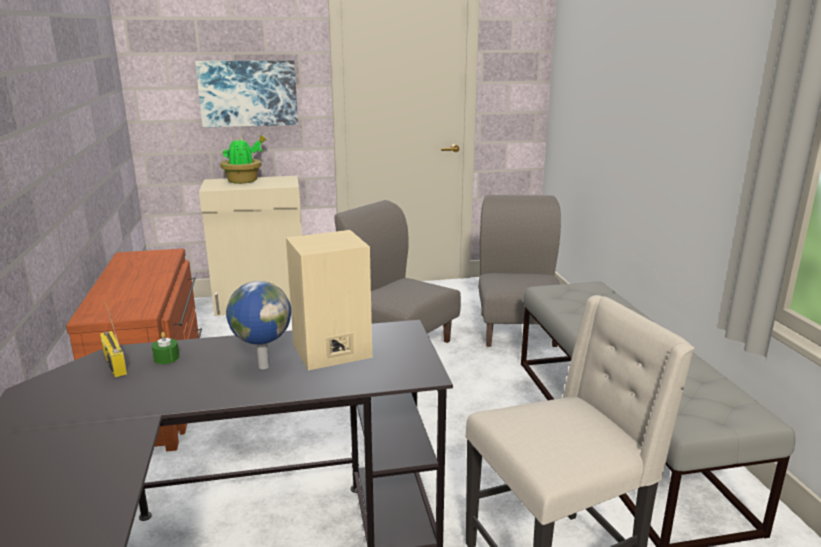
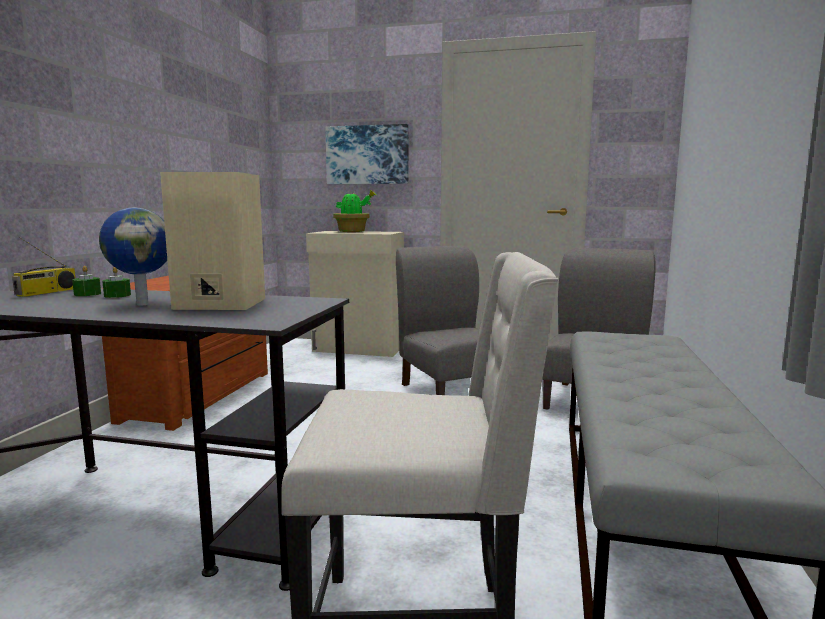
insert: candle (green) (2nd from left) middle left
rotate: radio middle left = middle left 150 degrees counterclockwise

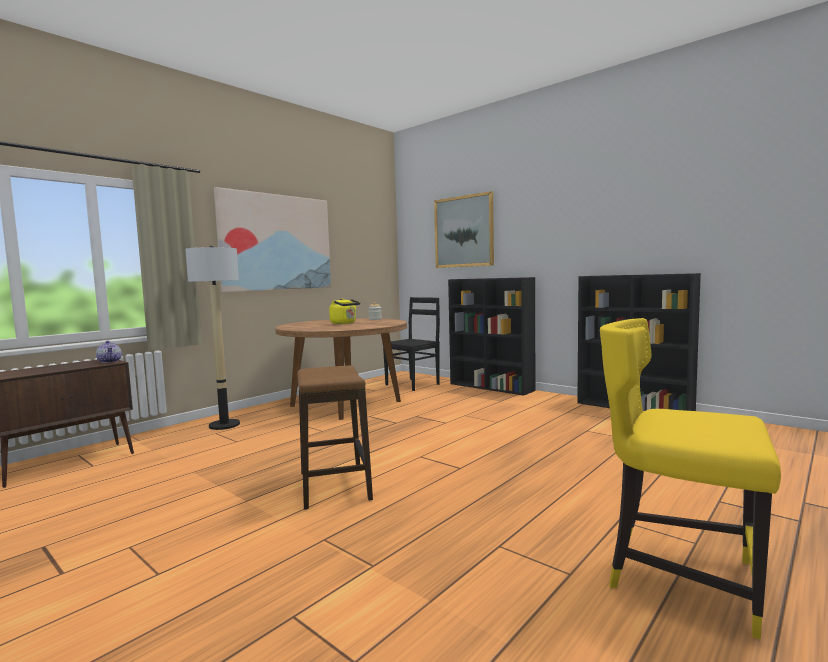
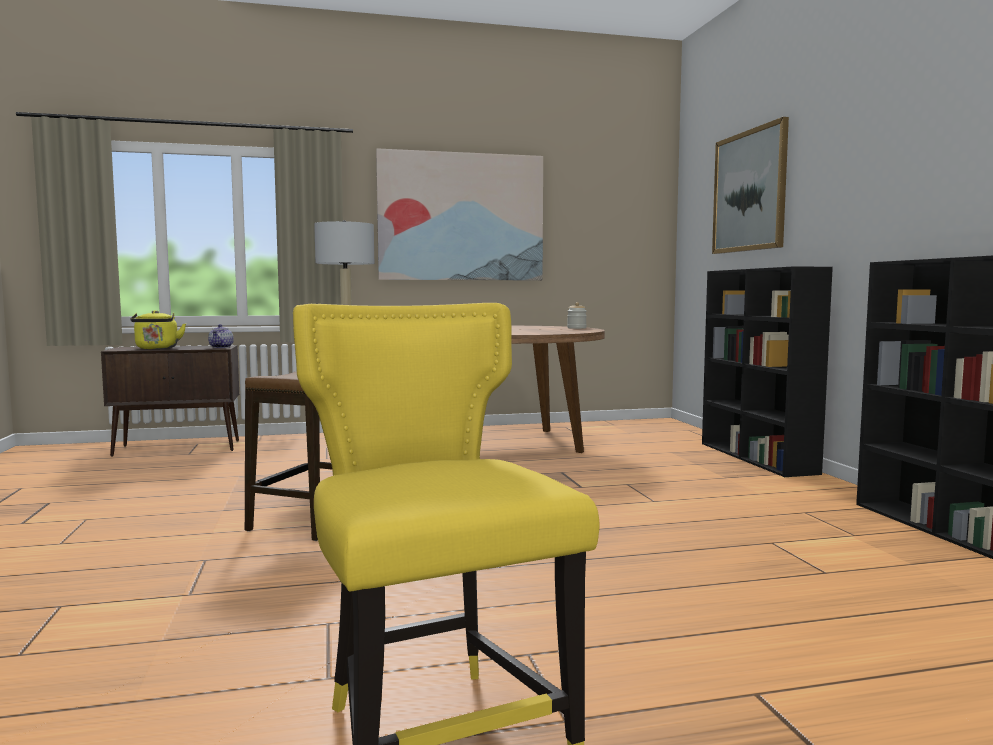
delete: chair (black) centre
move: kettle (yellow) centre to middle left

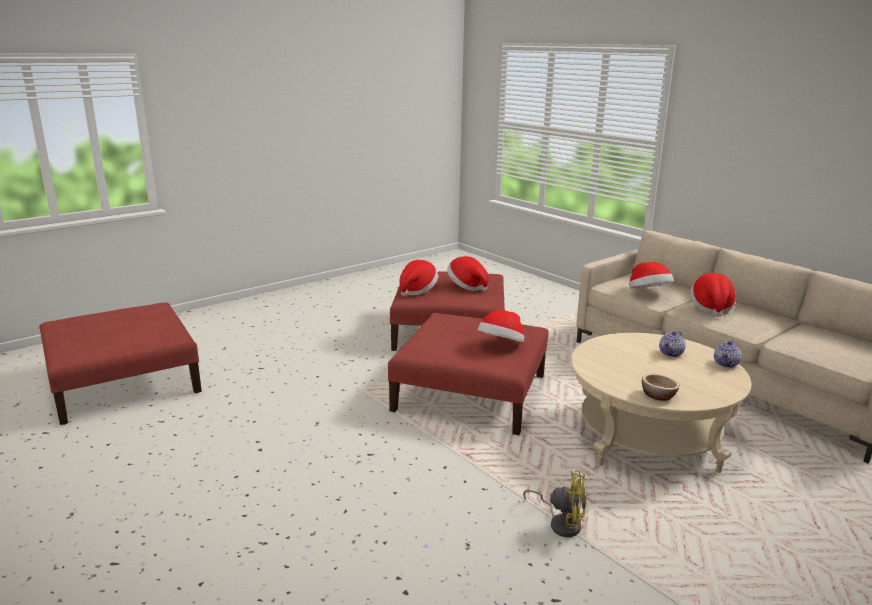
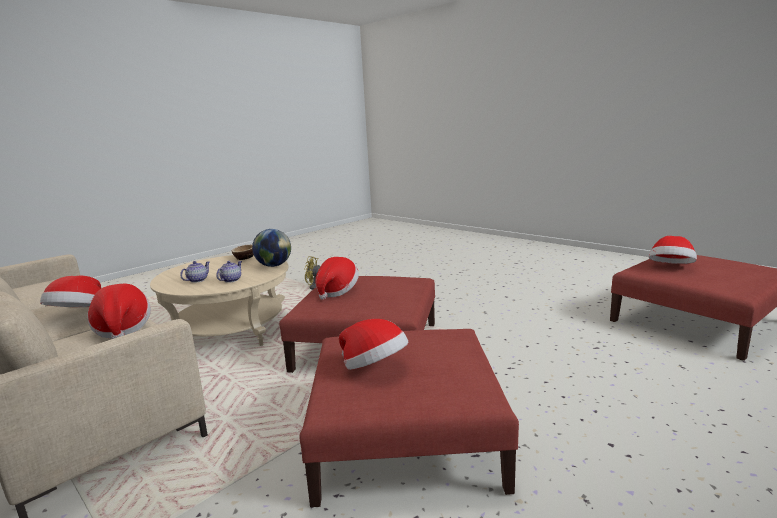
insert: globe centre
move: hat (1st from left in the first image) centre to hat (5th from left) middle right; teapot (2nd from left) middle right to middle left

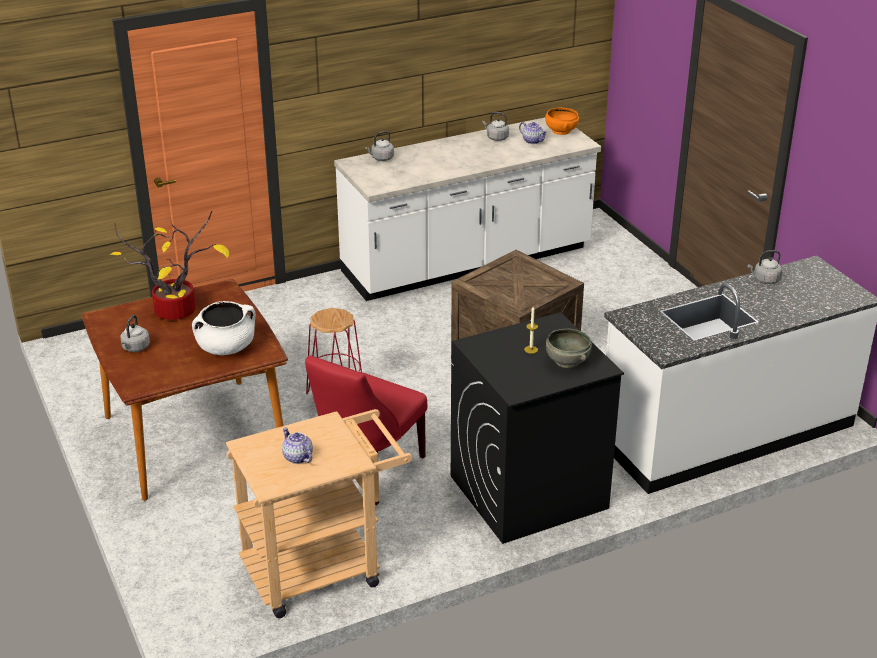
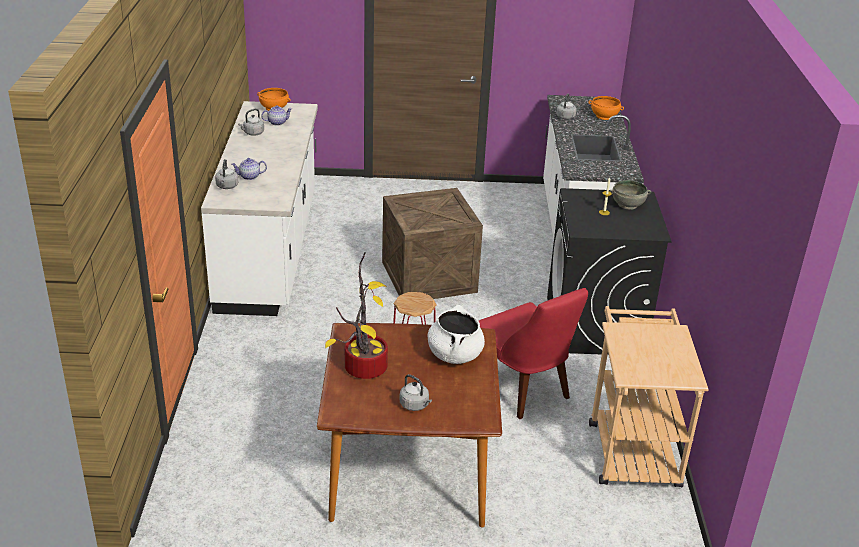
insert: bowl (orange) (2nd from left) top right
move: teapot (1st from left) bottom centre to top left

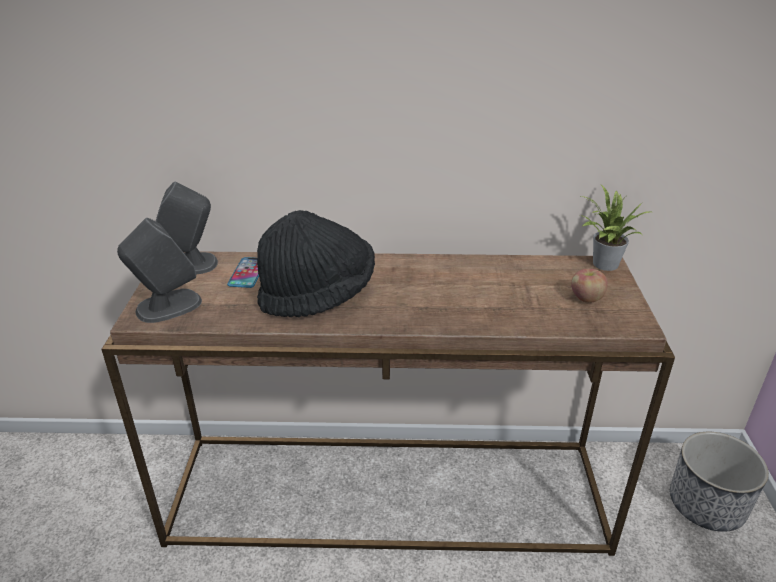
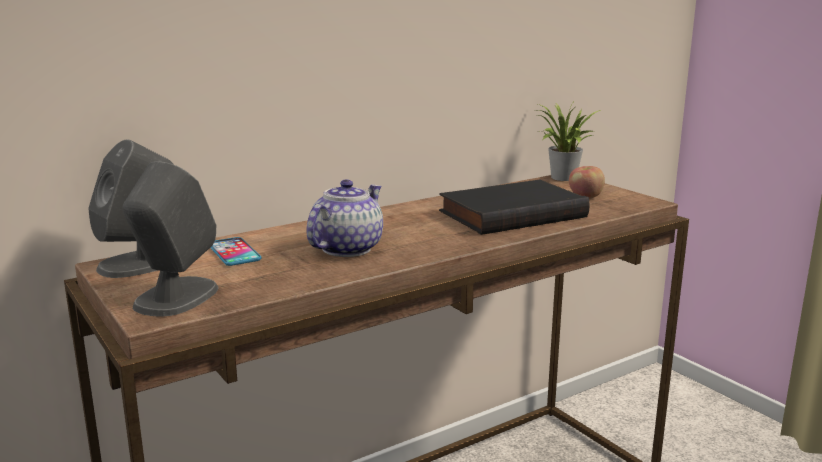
delete: planter bottom right
insert: book (black) centre
replace: hat (black) centre to teapot centre

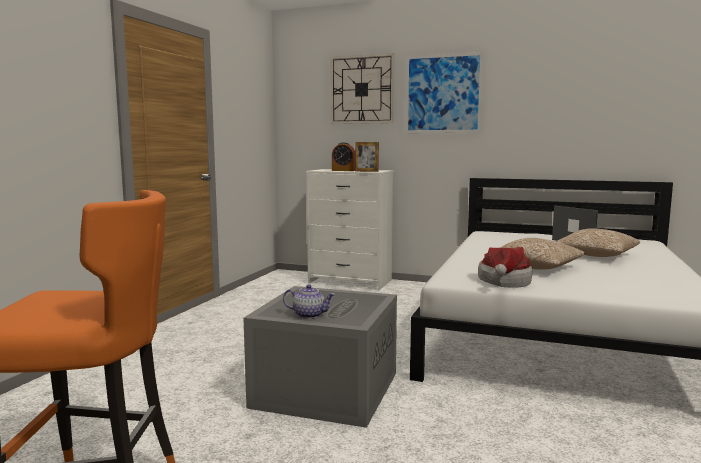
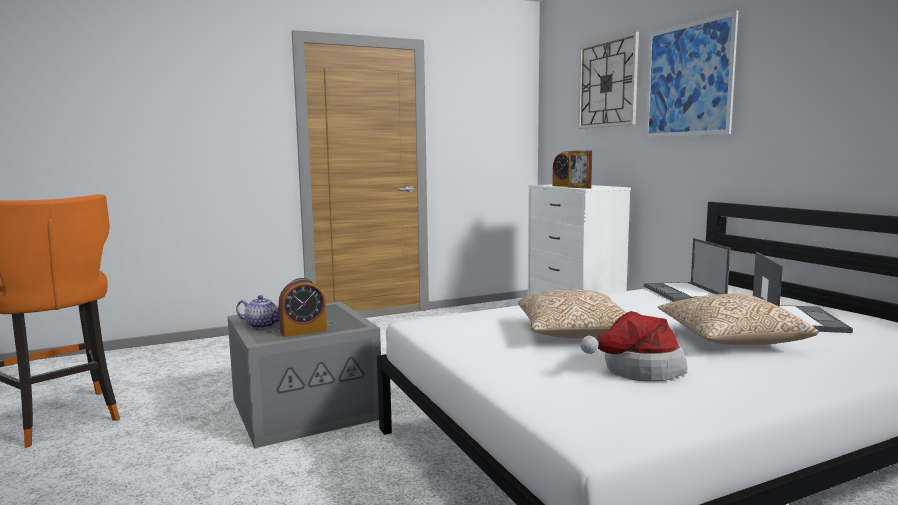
insert: alarm clock (1st from left) centre; laptop (1st from left) middle right
move: hat middle right to bottom right
rotate: teapot centre = middle left 45 degrees counterclockwise

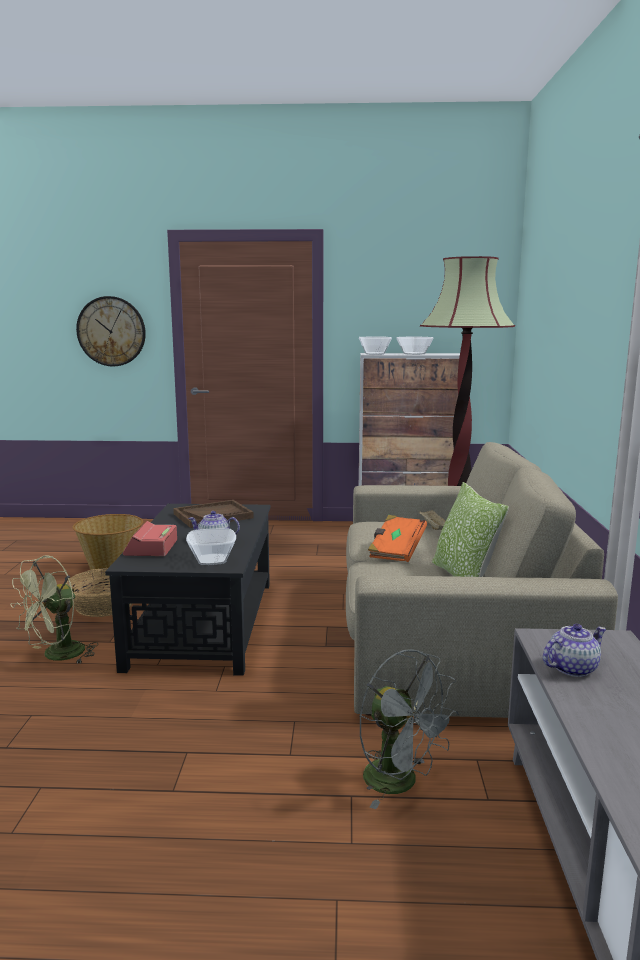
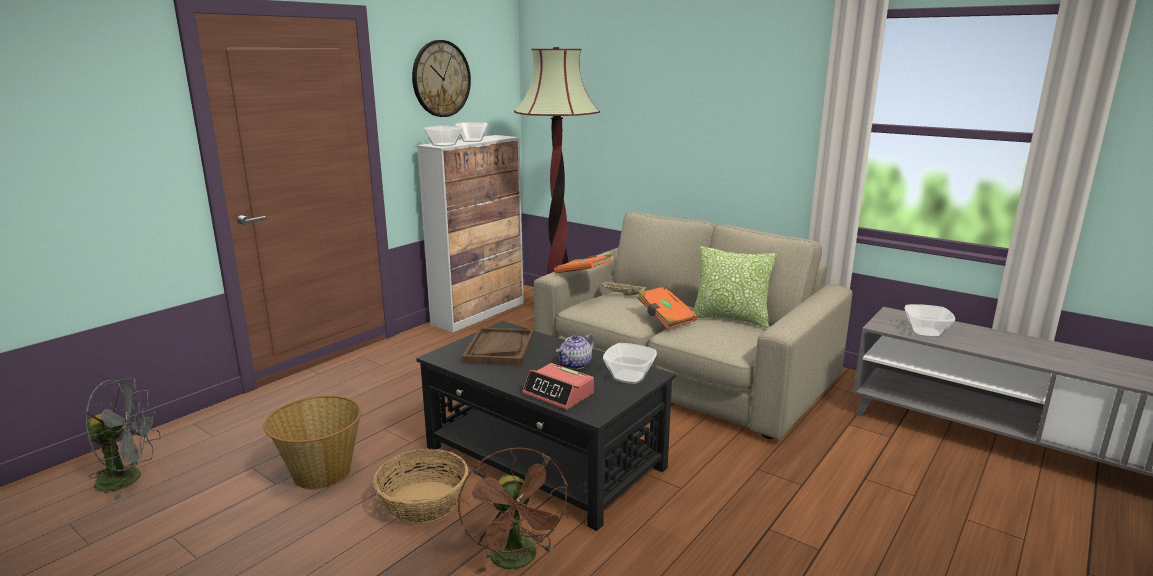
insert: book (orange) (1st from left) centre
move: wall clock middle left to top centre; fan (grey) bottom centre to bottom left
replace: teapot (2nd from left) bottom right to bowl (4th from left) middle right
recolor: fan (green) middle left to fan (brown) bottom centre

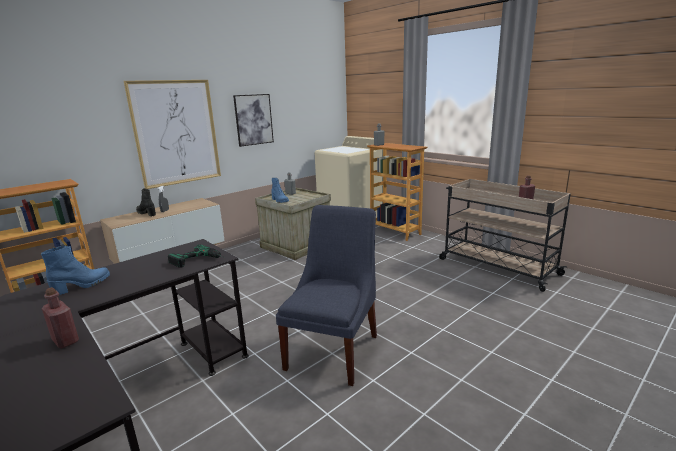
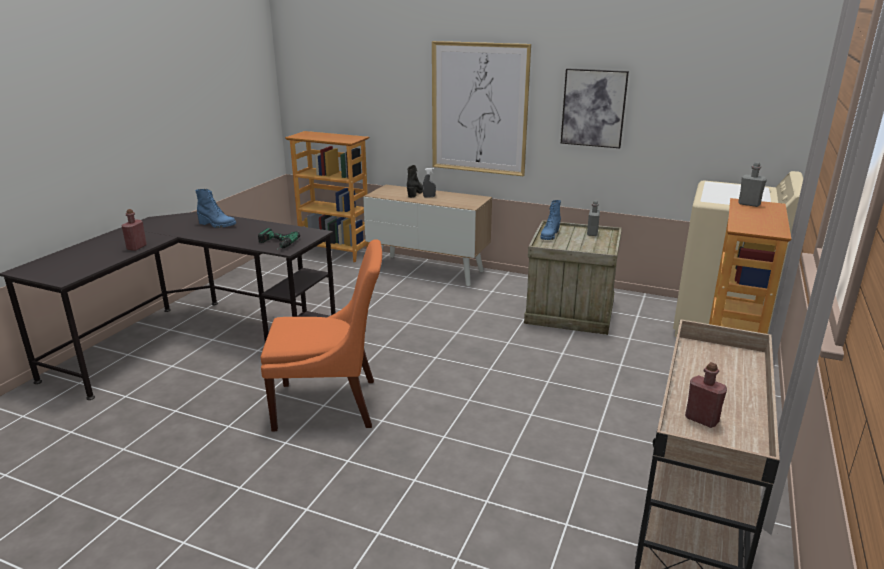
recolor: chair (blue) centre to chair (orange) centre

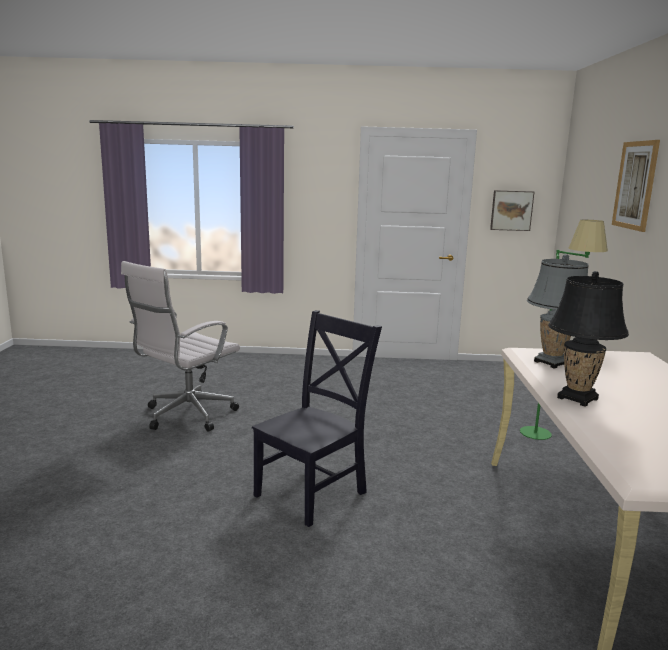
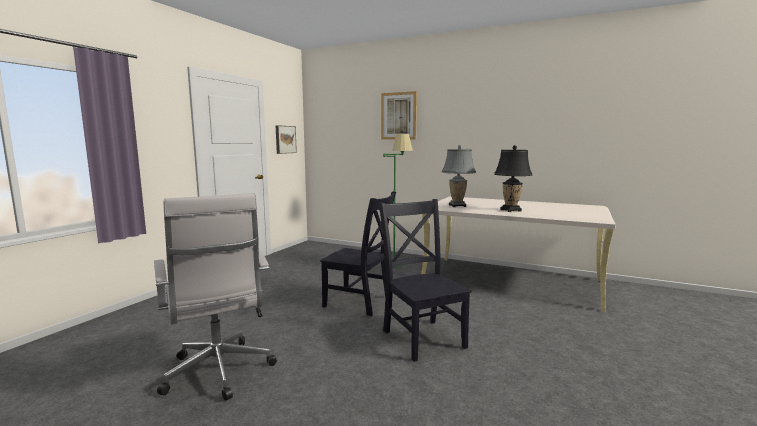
insert: chair (black) (1st from left) centre

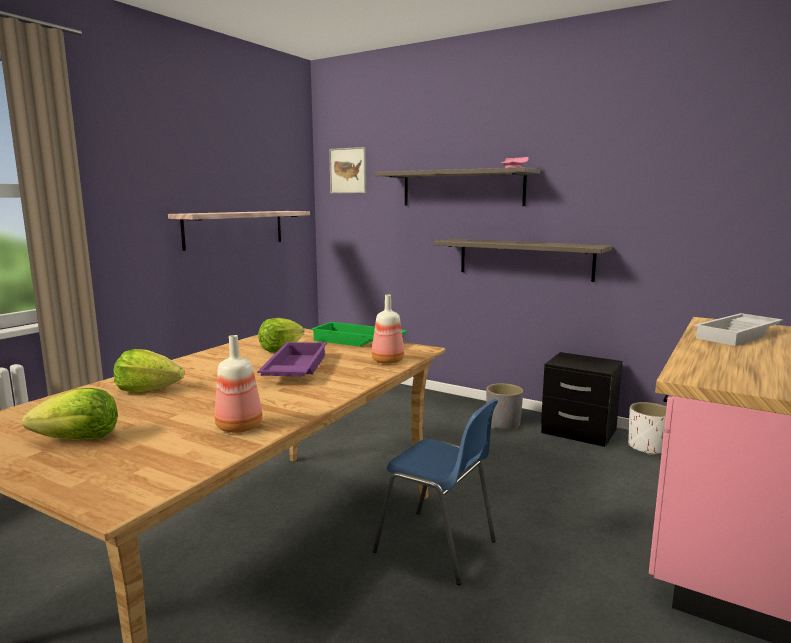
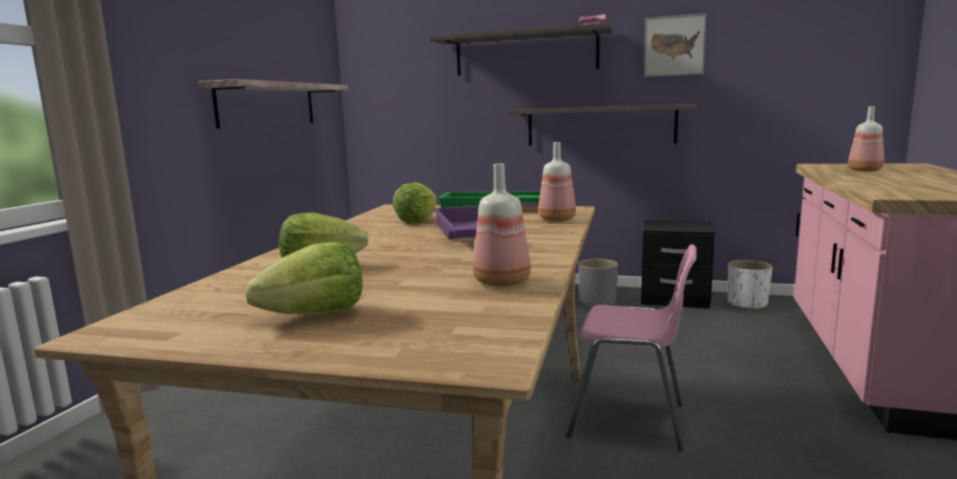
move: picture top centre to top right
replace: tray (white) middle right to bottle (3rd from left) top right
recolor: chair (blue) bottom centre to chair (pink) bottom centre

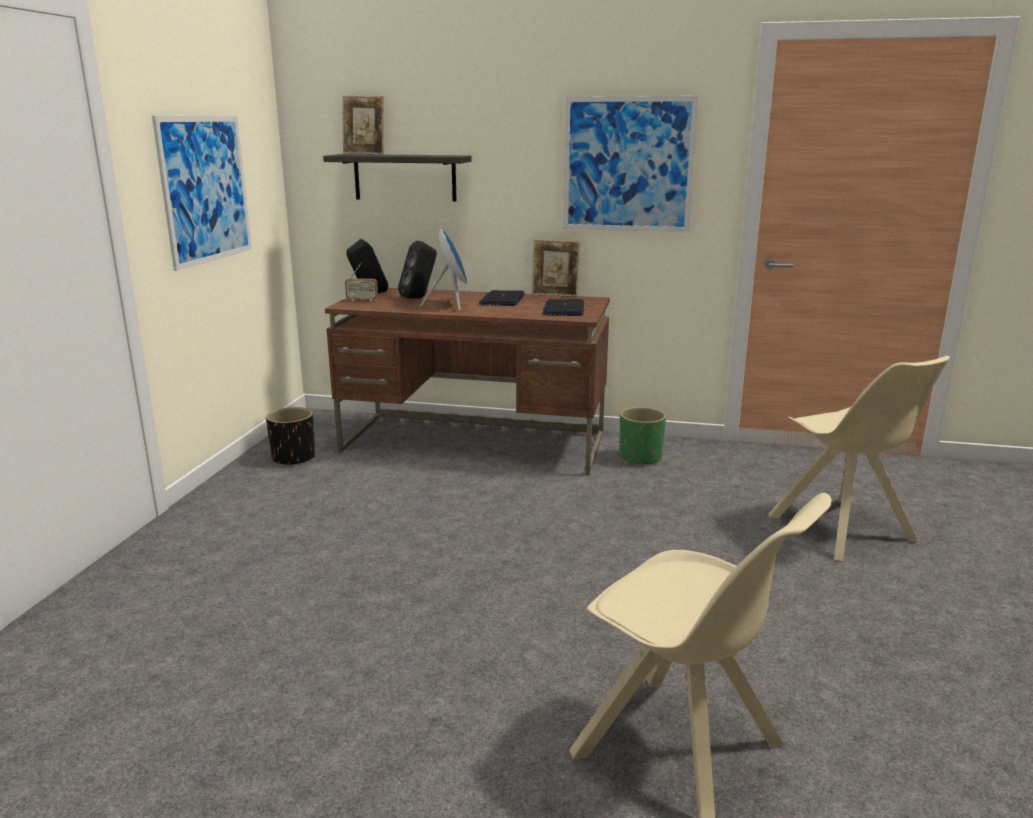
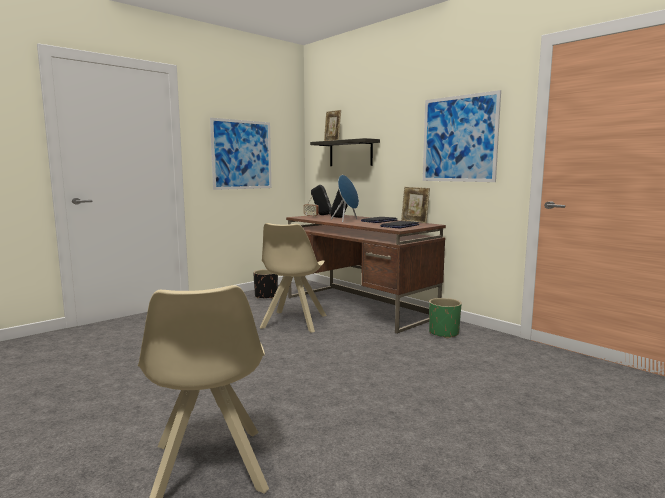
move: chair (beige) (2nd from left) middle right to centre

